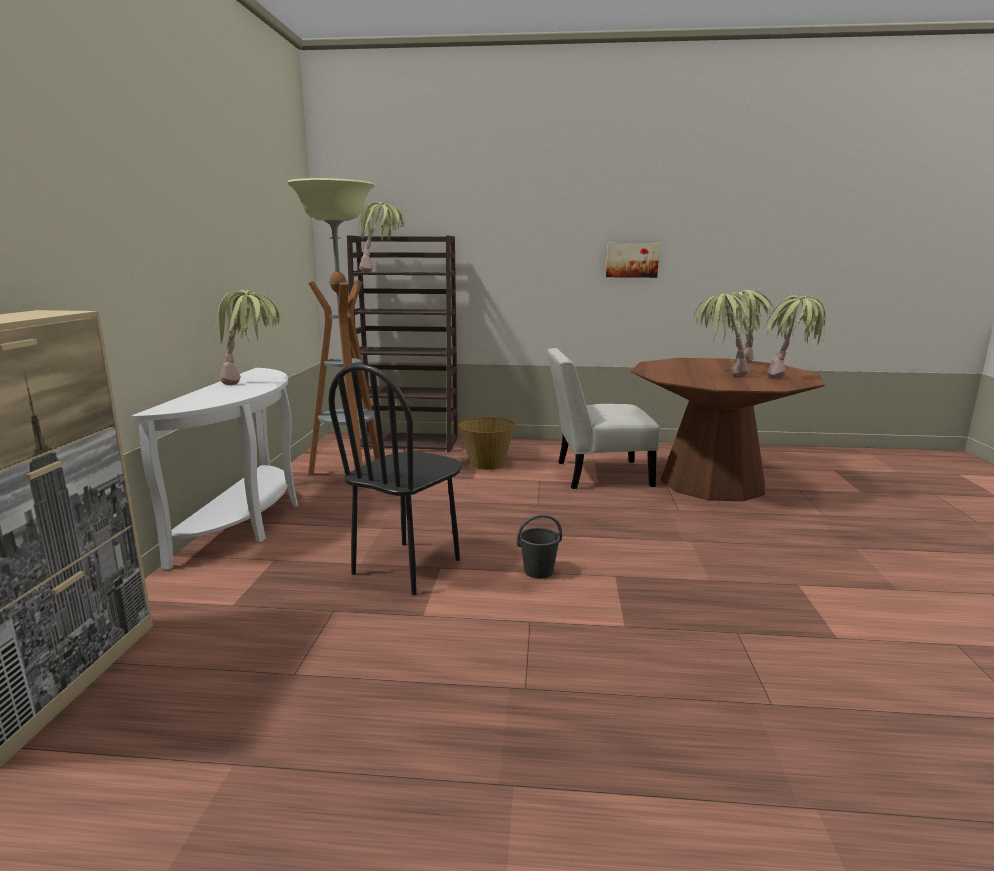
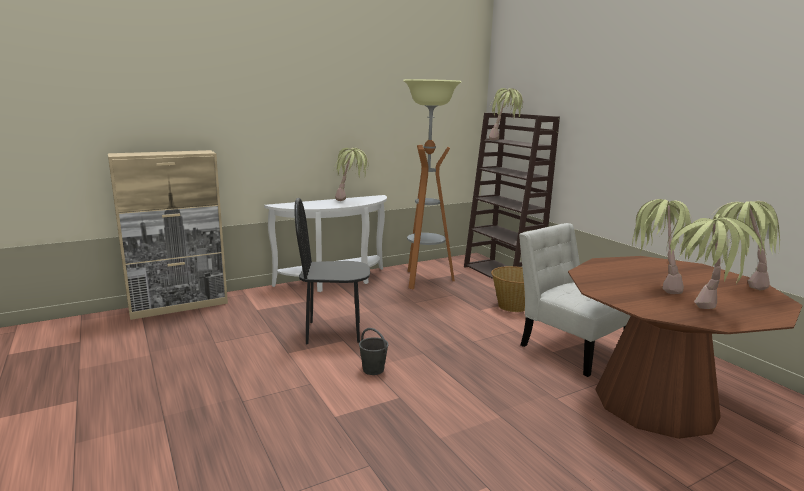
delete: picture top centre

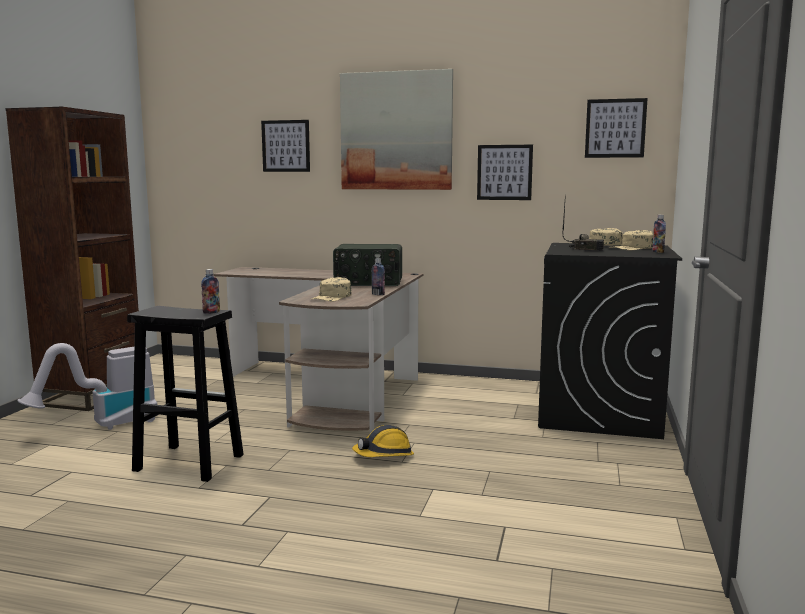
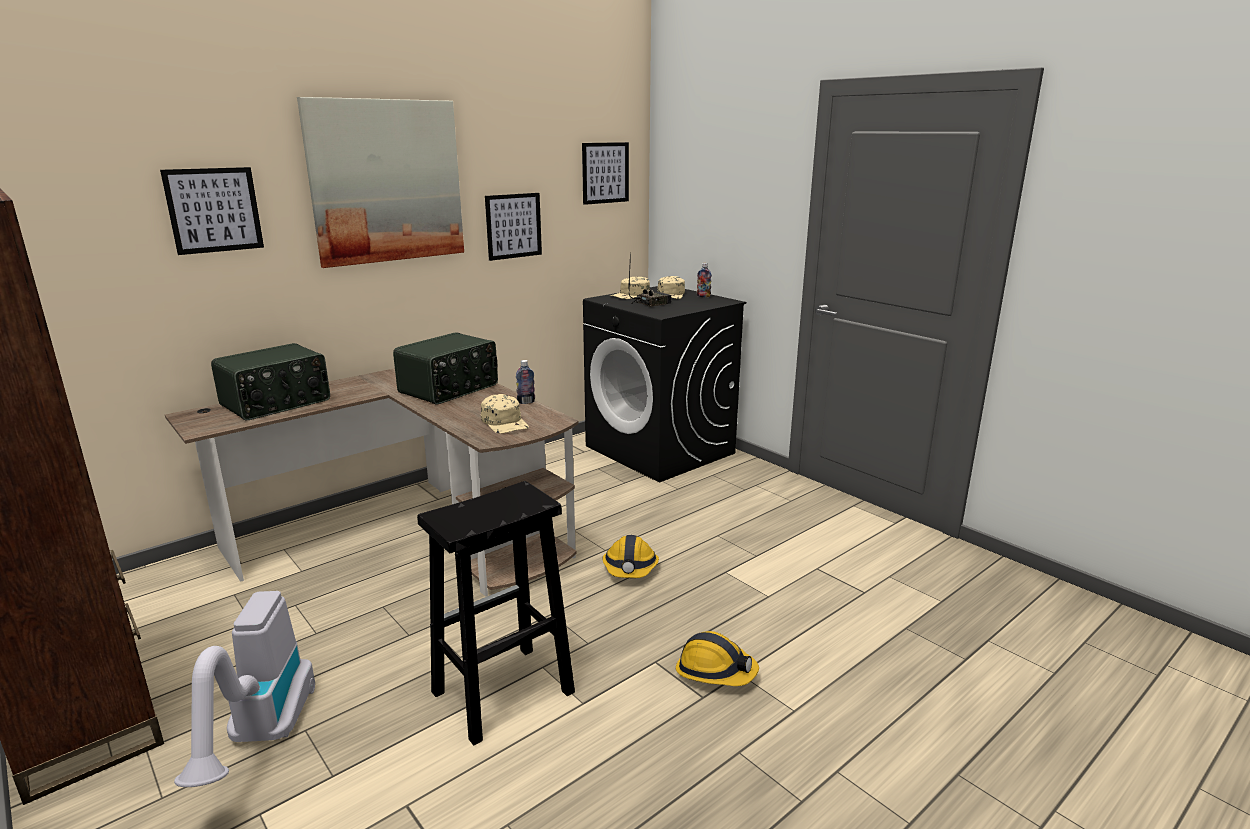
delete: bottle (1st from left) middle left
insert: radio (1st from left) middle left; hard hat (2nd from left) bottom centre

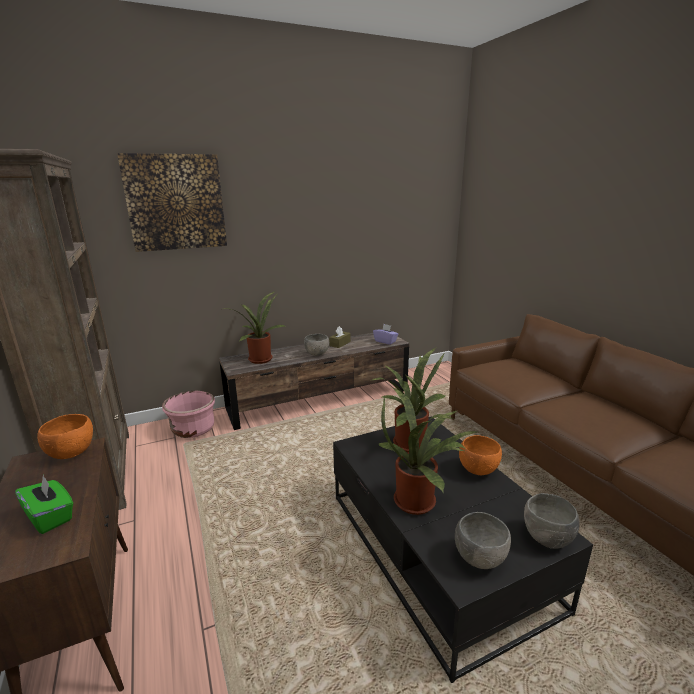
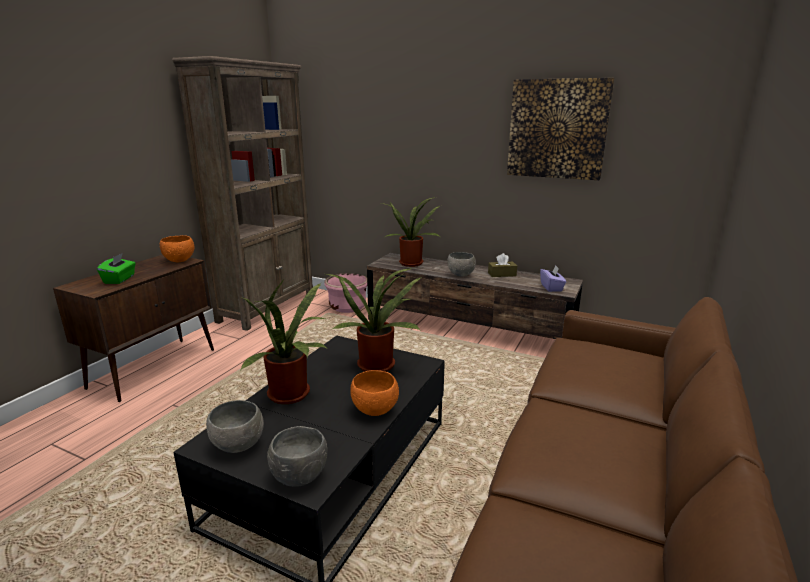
move: picture top left to top right

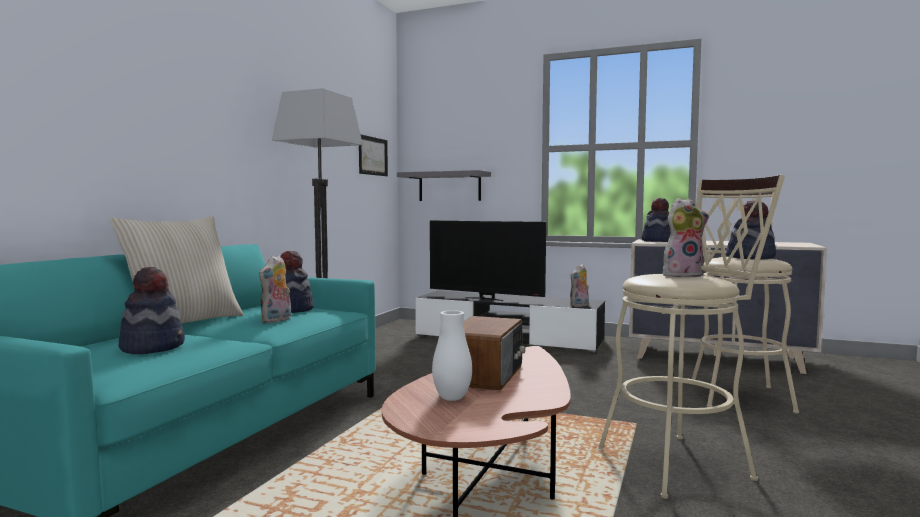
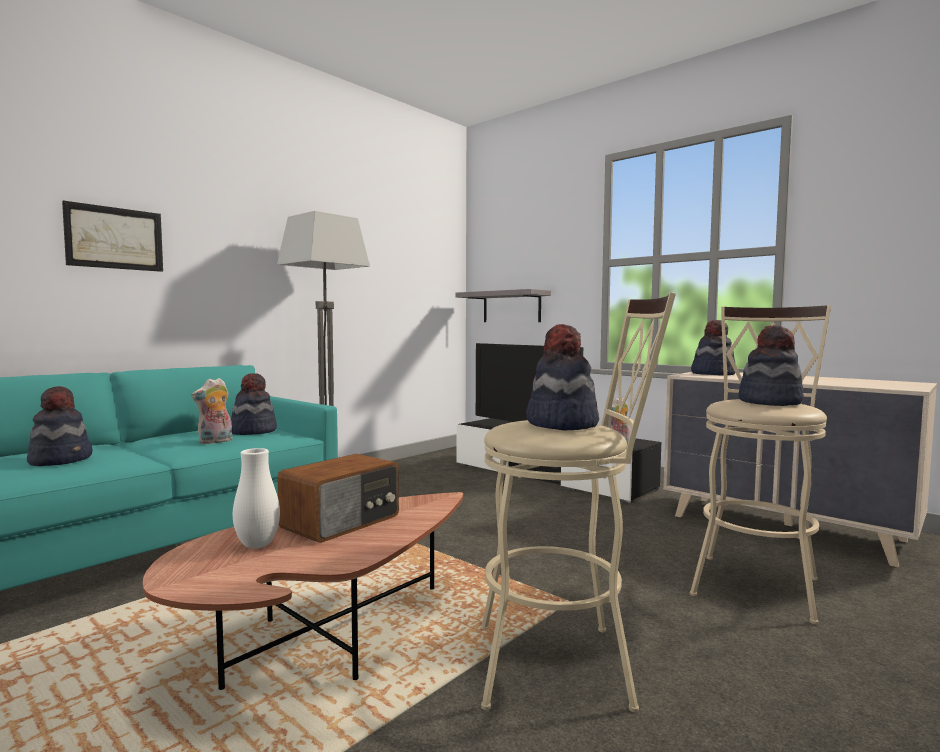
delete: pillow (beige) middle left
move: picture top centre to top left
replace: plush toy (3rd from left) middle right to hat (3rd from left) centre

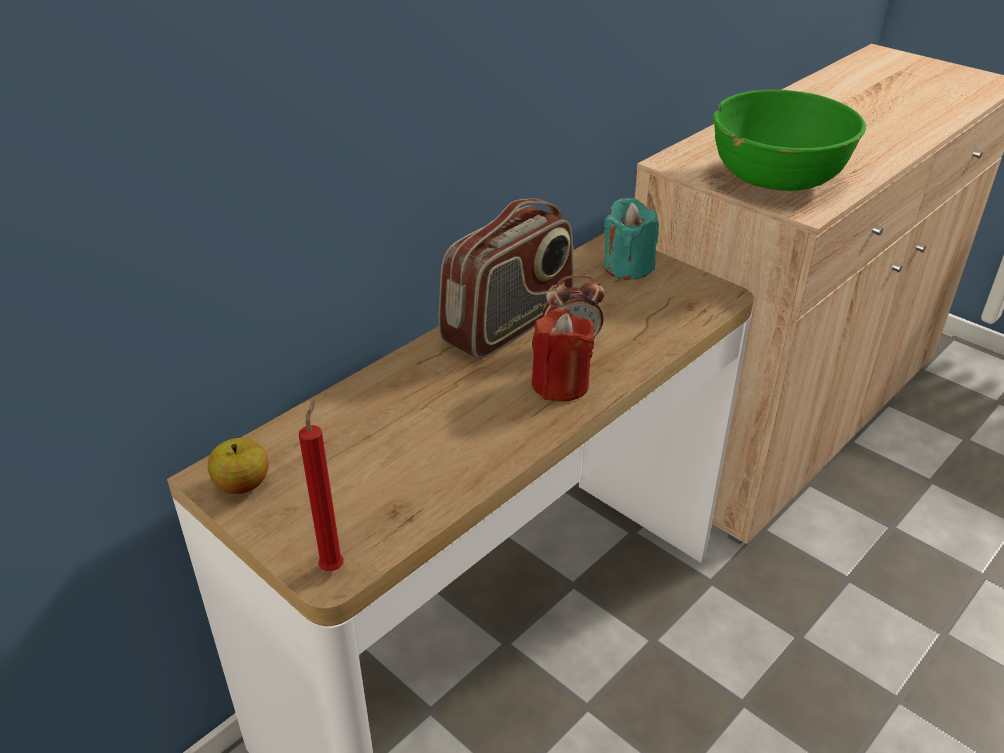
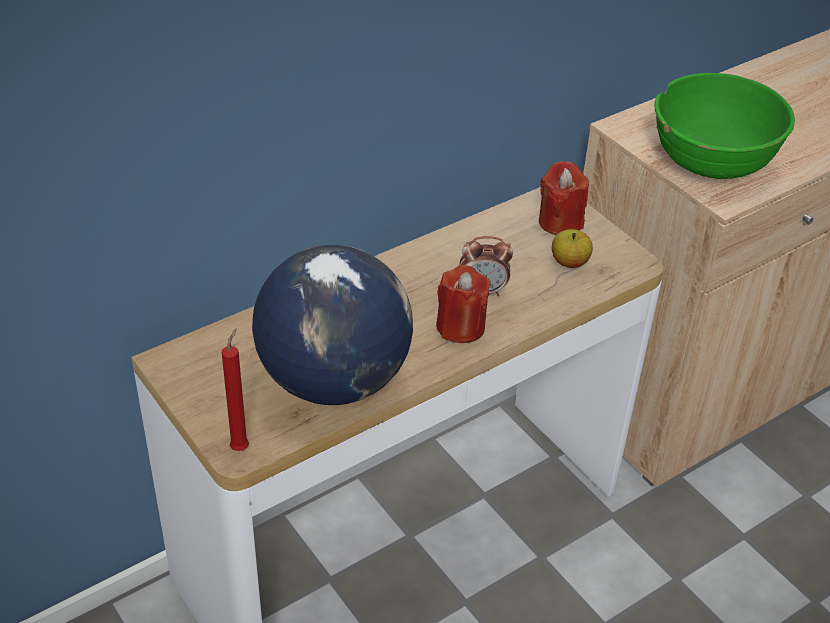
delete: radio centre
insert: globe centre
move: apple middle left to middle right
recolor: candle (turquoise) top centre to candle (red) (3rd from left) top right

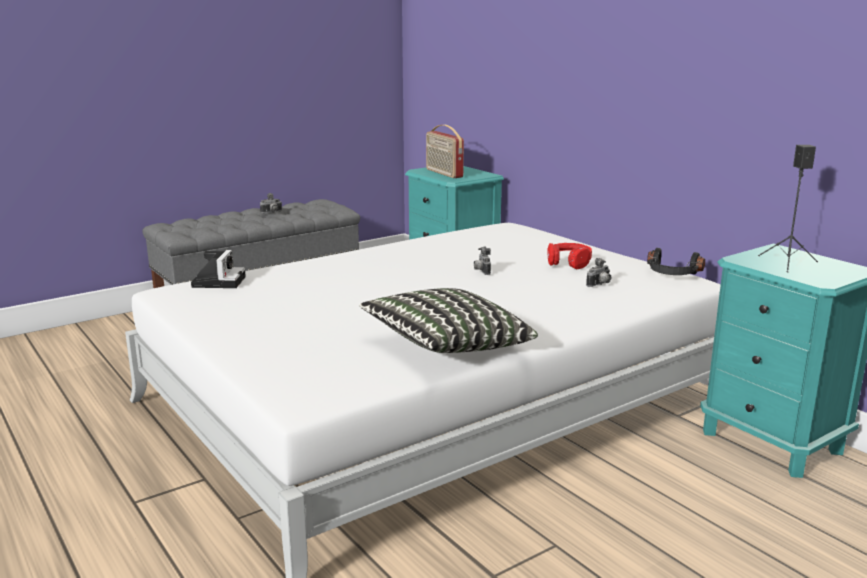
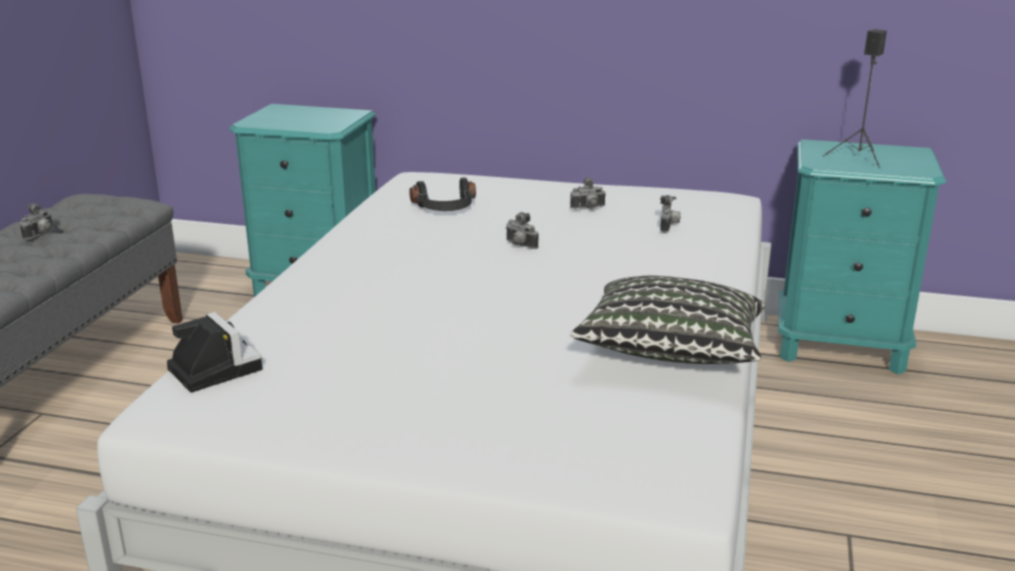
delete: radio top centre
move: headphones (black) middle right to centre
replace: headphones (red) centre to photo camera (4th from left) centre

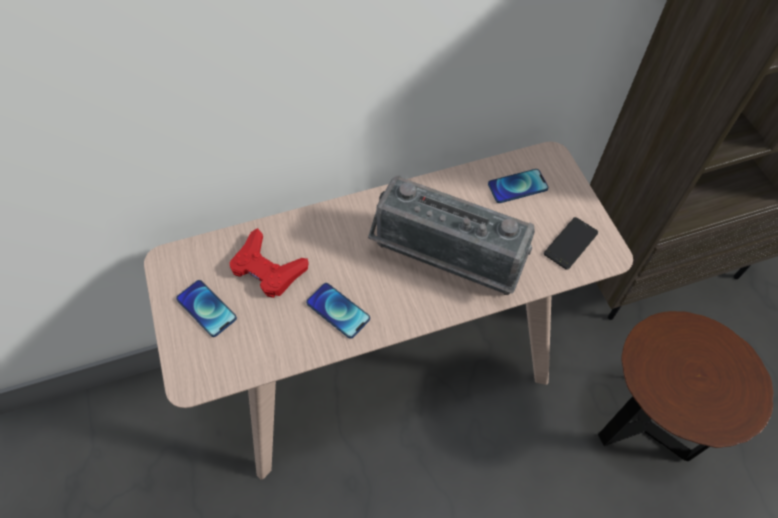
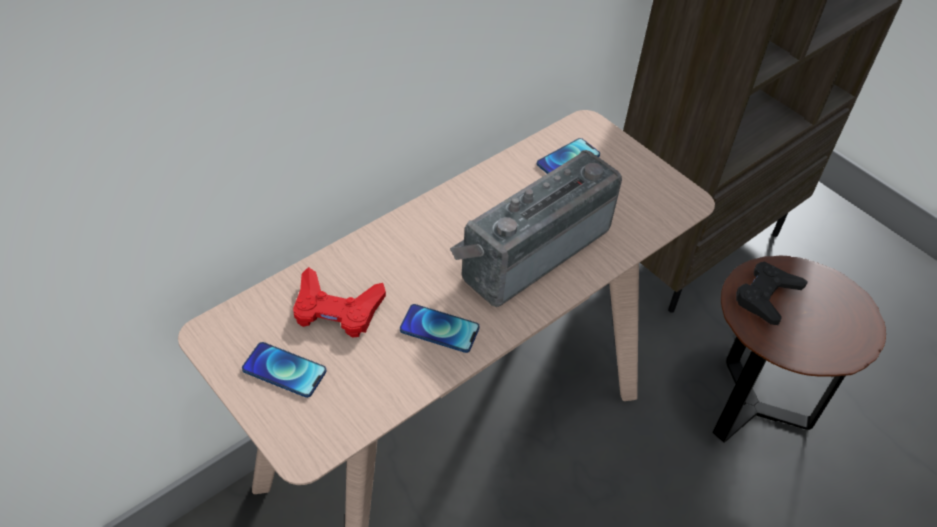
delete: phone (4th from left) middle right
insert: game controller (black) middle right
rotate: radio centre = centre 135 degrees clockwise

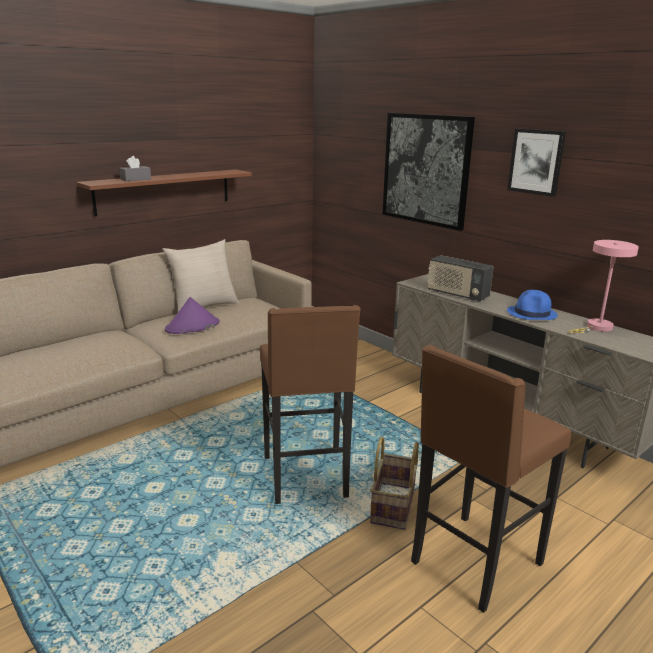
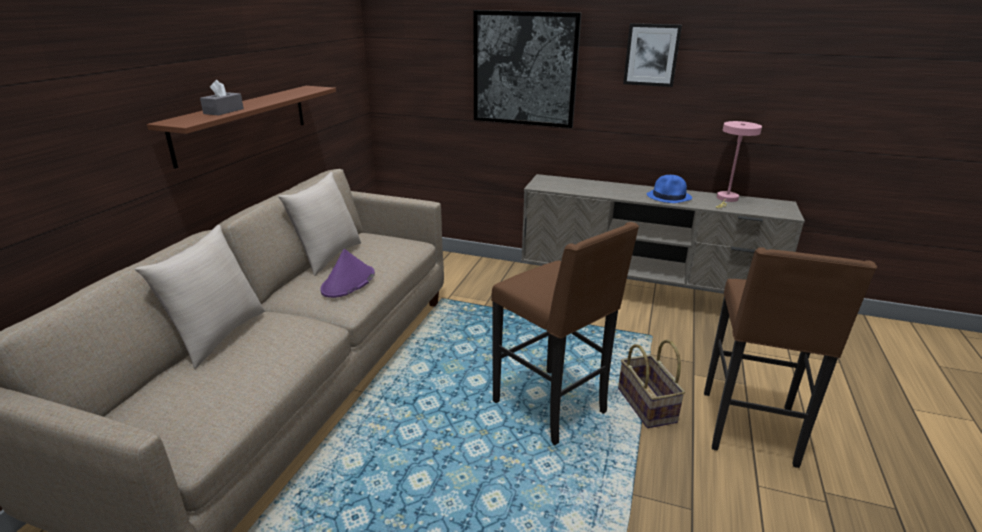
delete: radio middle right
insert: pillow (beige) (1st from left) middle left

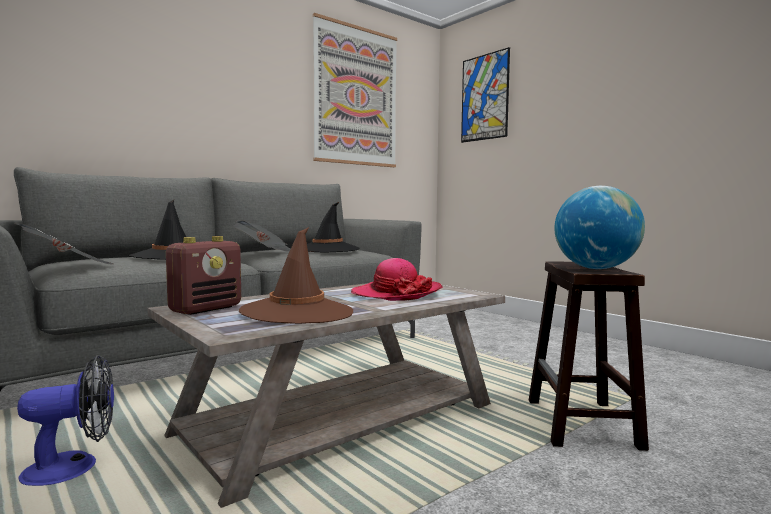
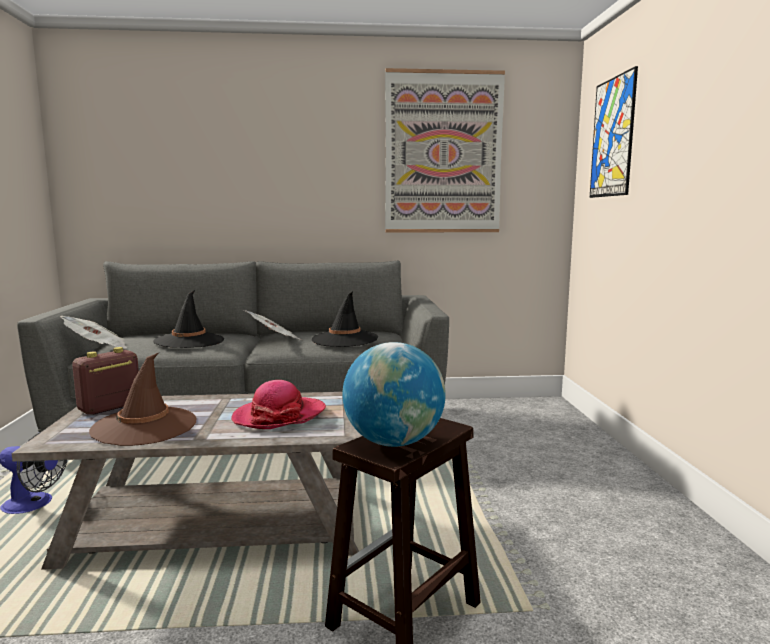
rotate: radio middle left = middle left 150 degrees clockwise

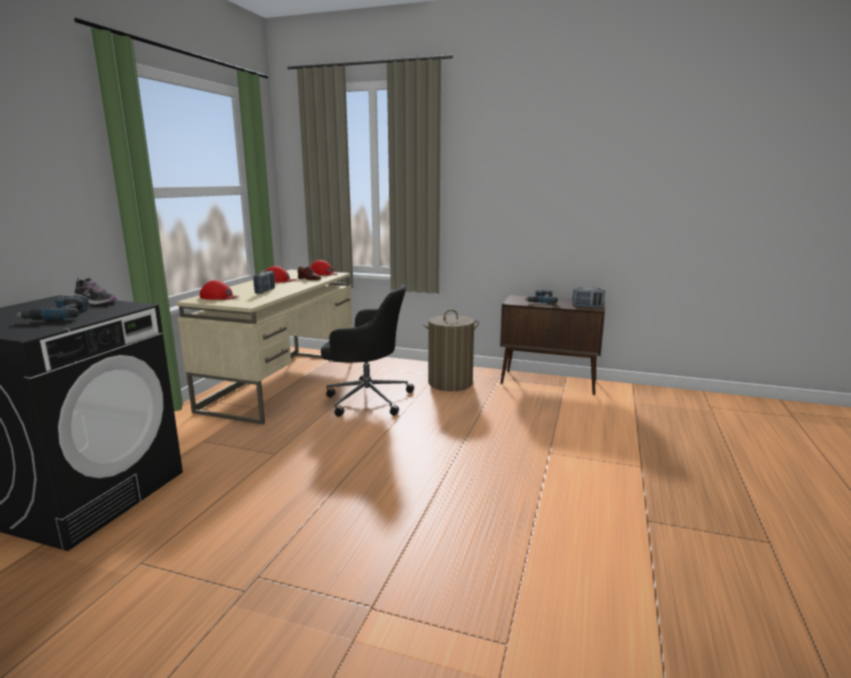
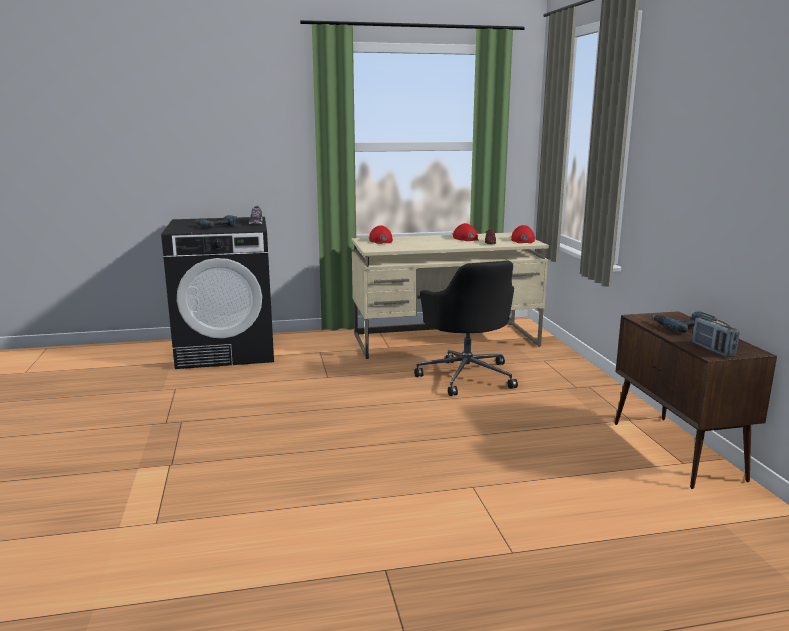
delete: radio (1st from left) middle left; laundry basket centre

